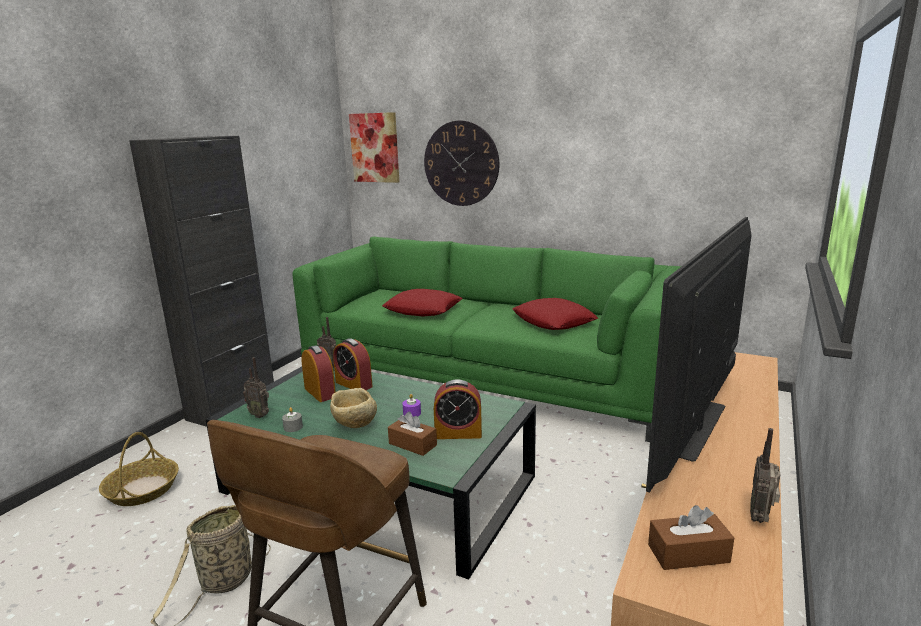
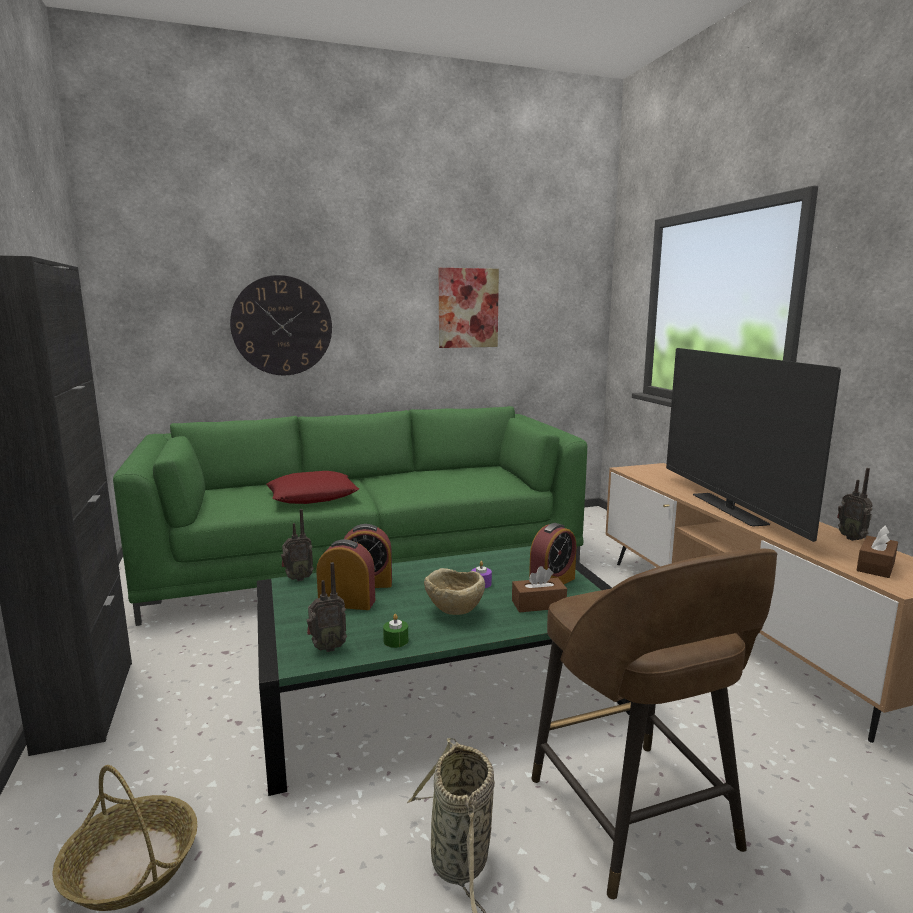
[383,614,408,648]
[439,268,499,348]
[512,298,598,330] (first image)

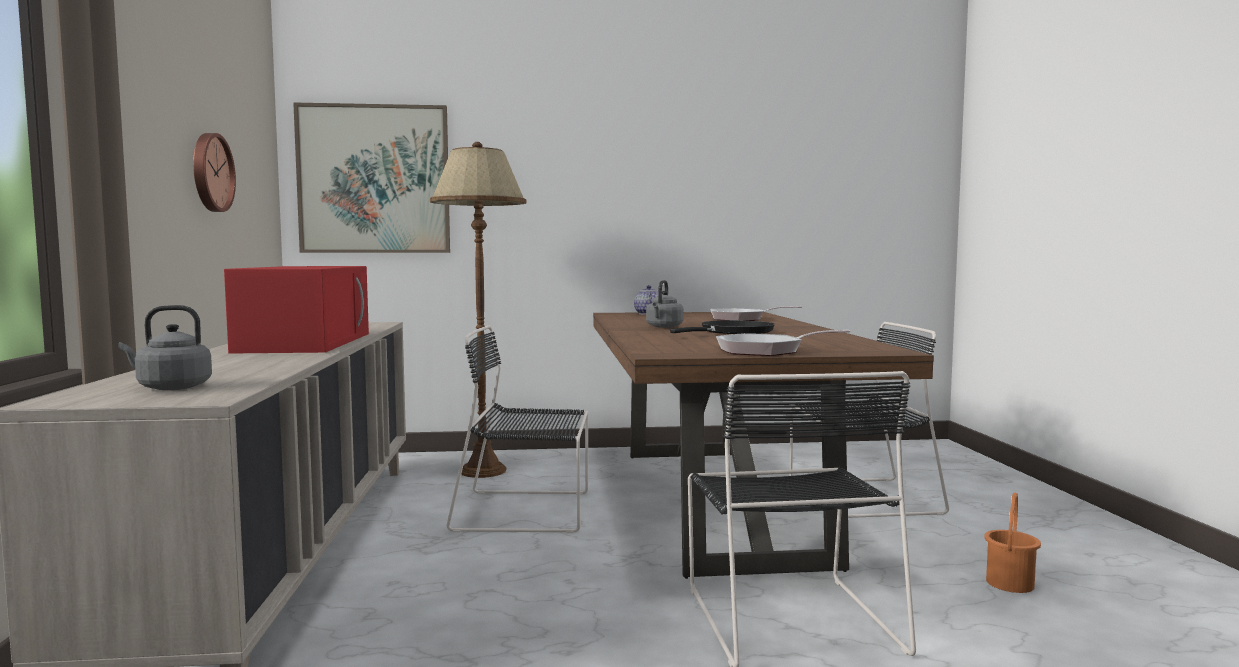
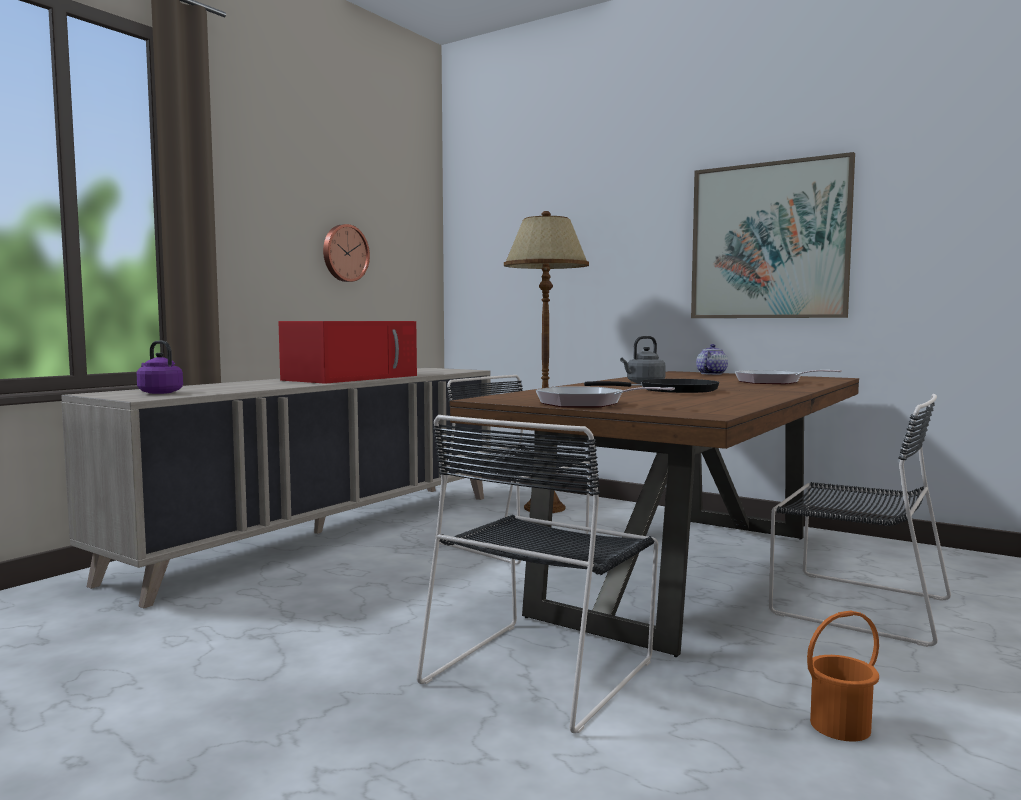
[136,341,183,394]
[691,152,855,318]

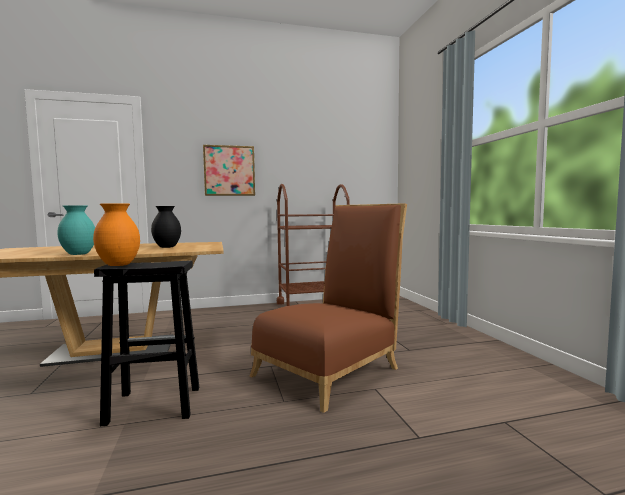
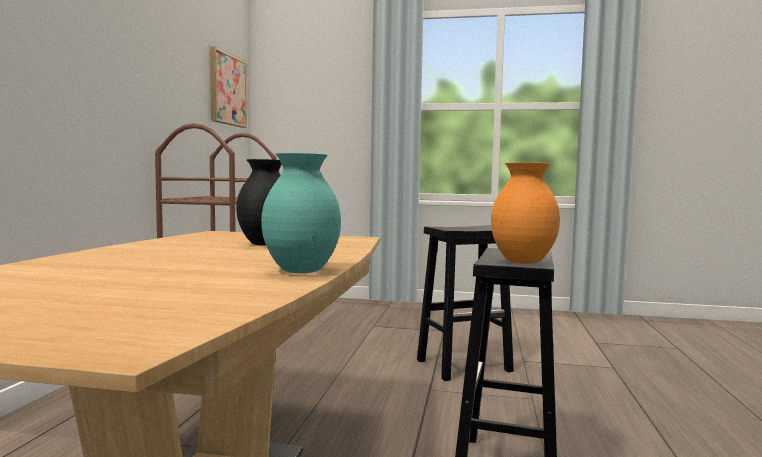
[210,46,247,128]
[417,225,514,381]

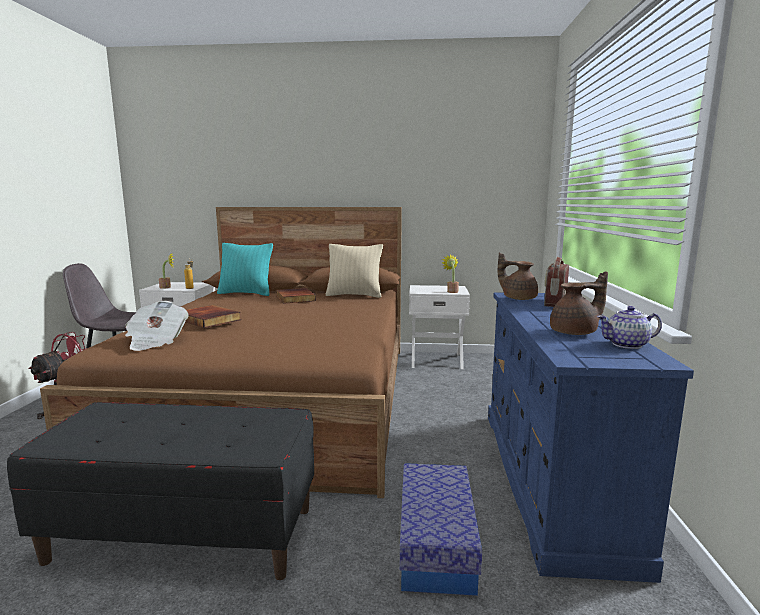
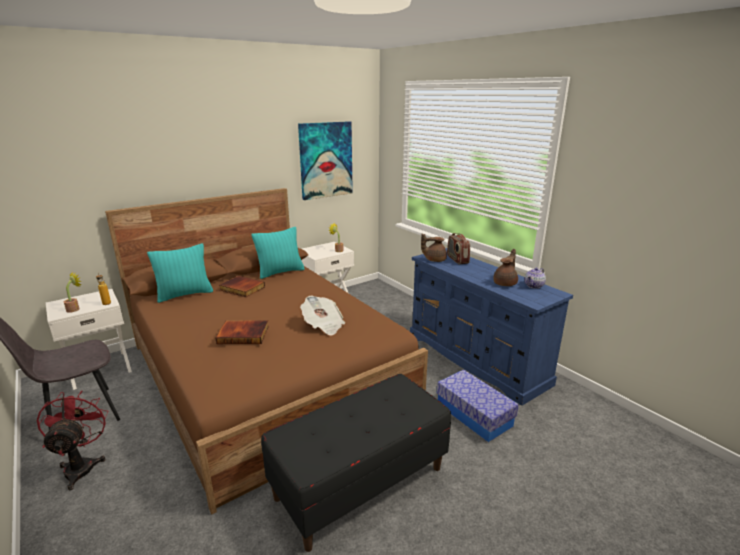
[300,296,345,336]
[251,227,305,279]
[298,121,353,200]

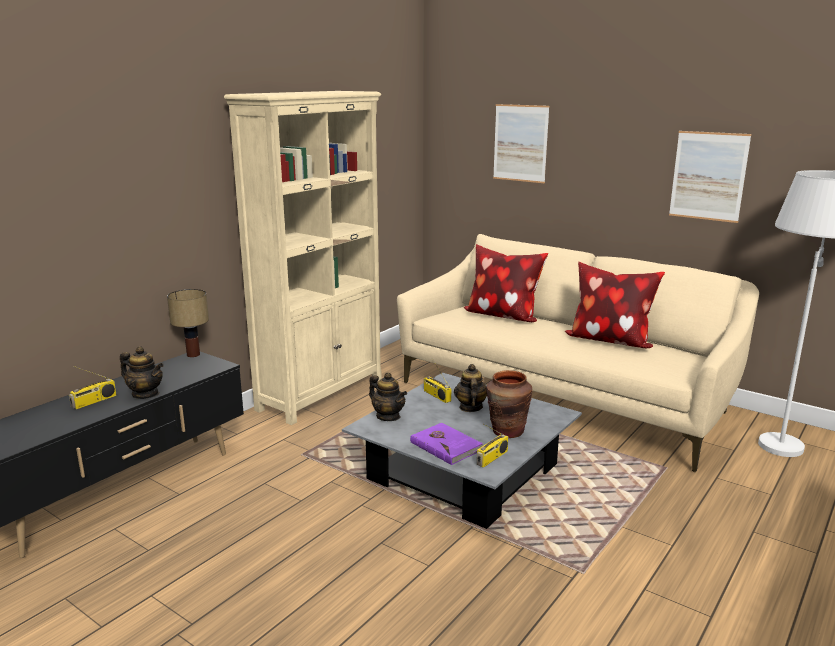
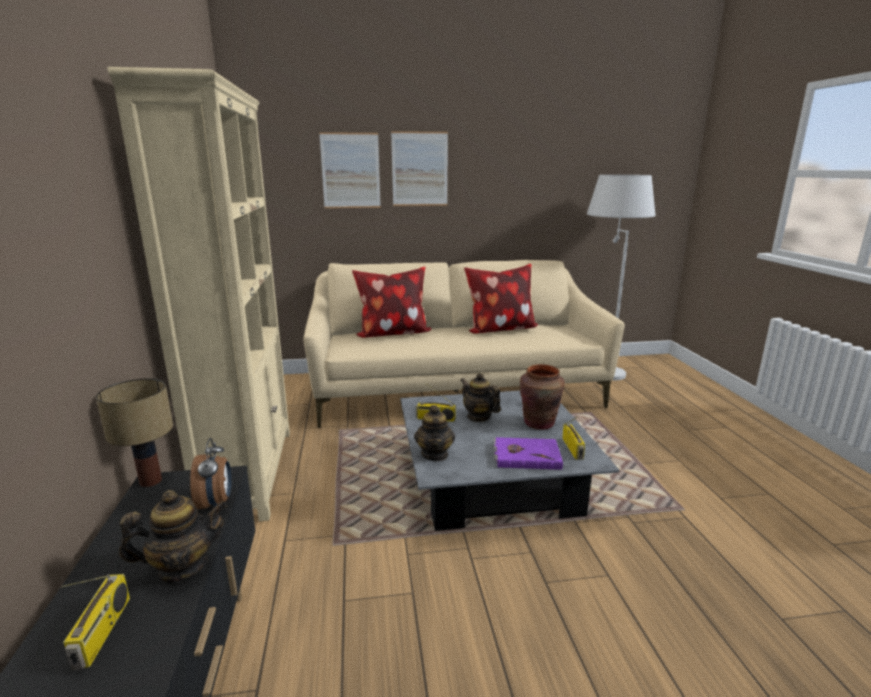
[414,405,455,461]
[391,131,448,206]
[190,438,231,509]

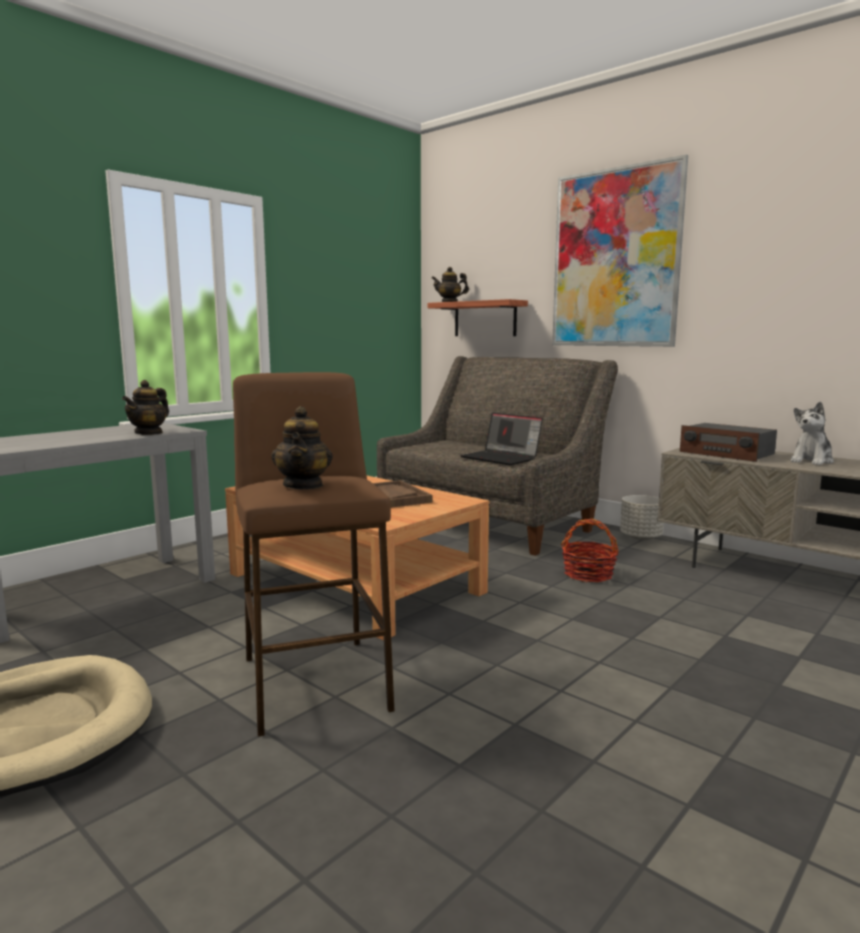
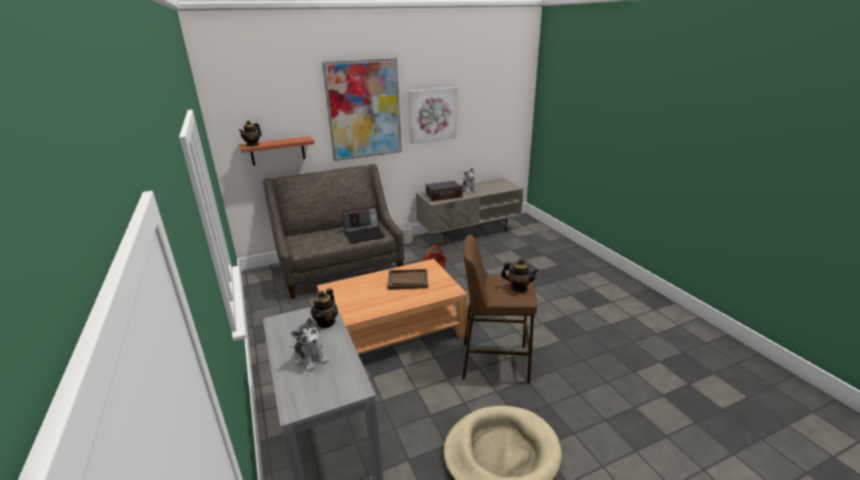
[311,288,338,328]
[291,318,329,372]
[408,87,457,144]

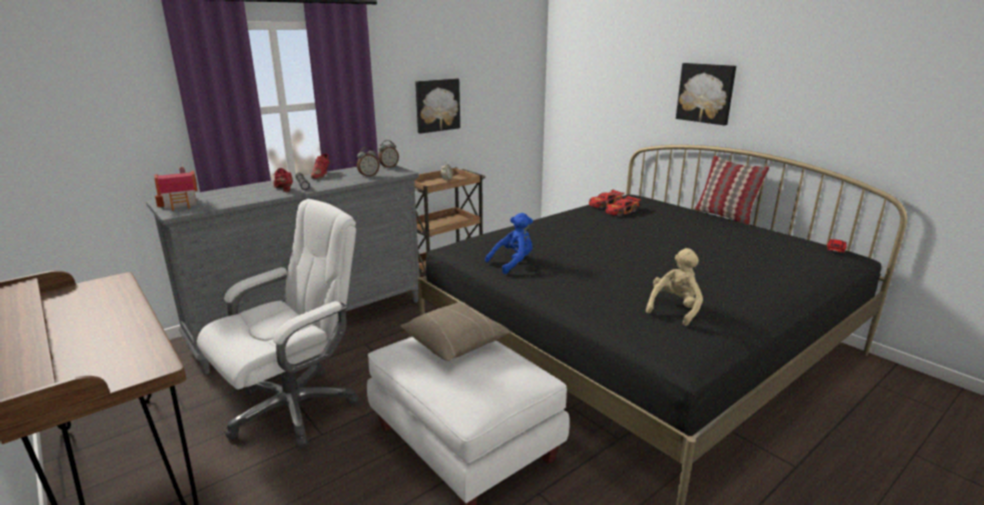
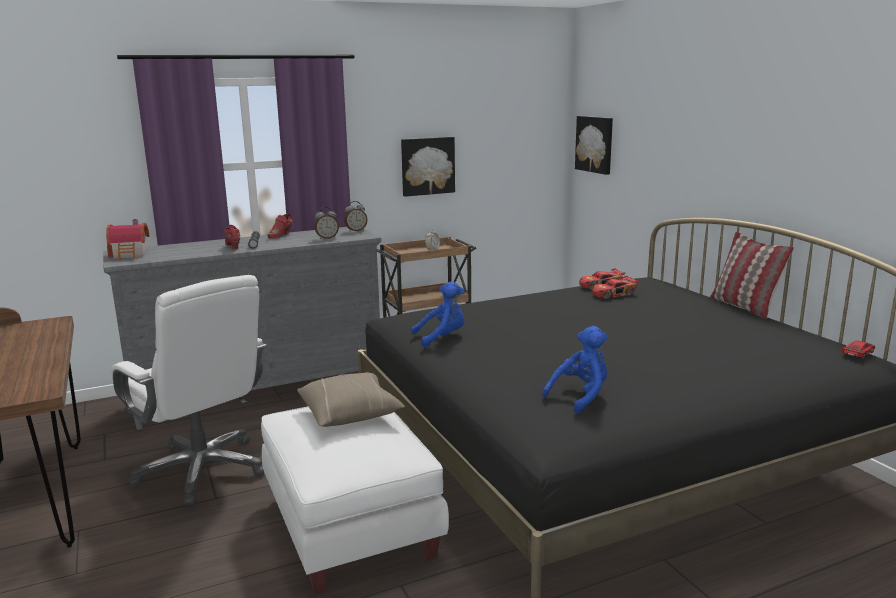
[111,275,267,506]
[542,326,608,414]
[575,116,613,175]

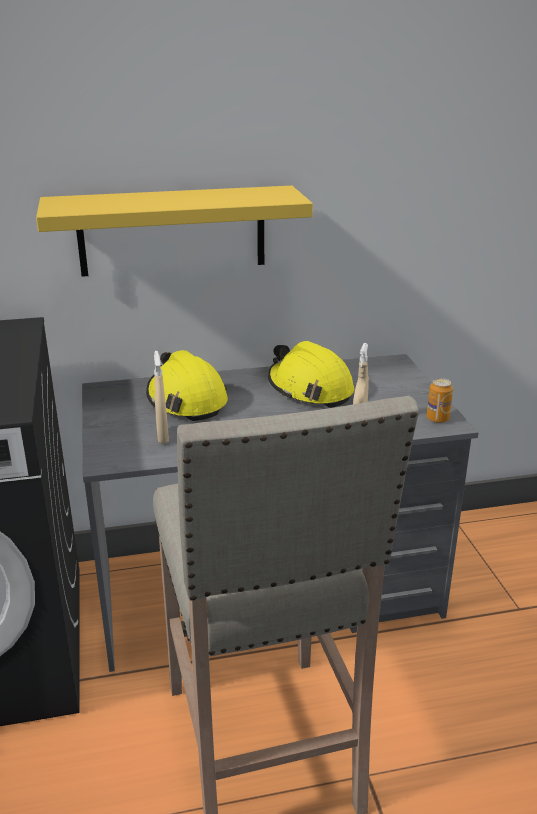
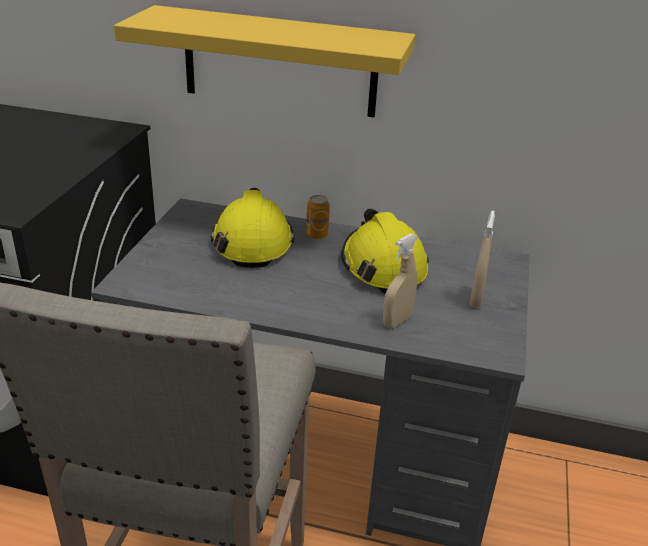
[469,210,495,308]
[306,195,330,239]

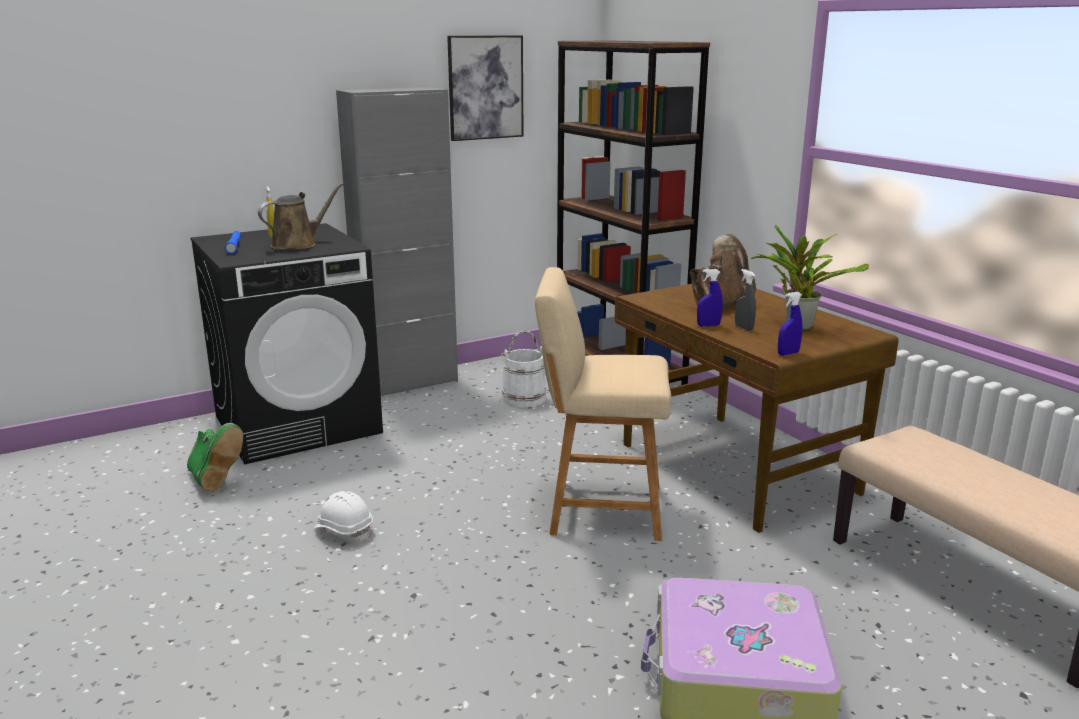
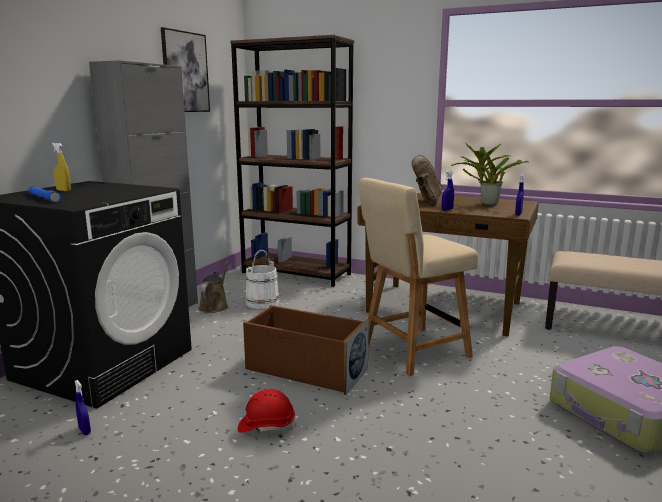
[74,380,91,435]
[199,261,229,313]
[238,389,296,433]
[735,269,756,331] (first image)
[243,305,369,395]

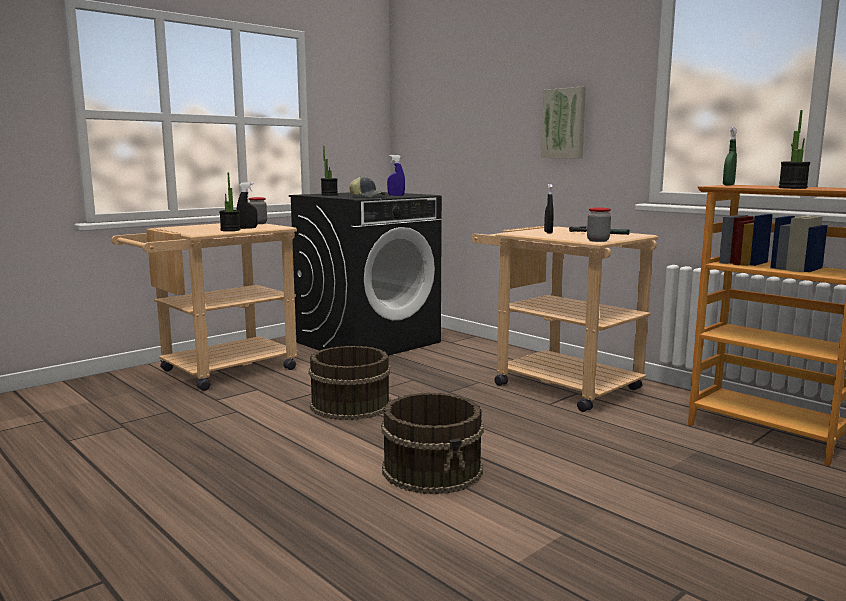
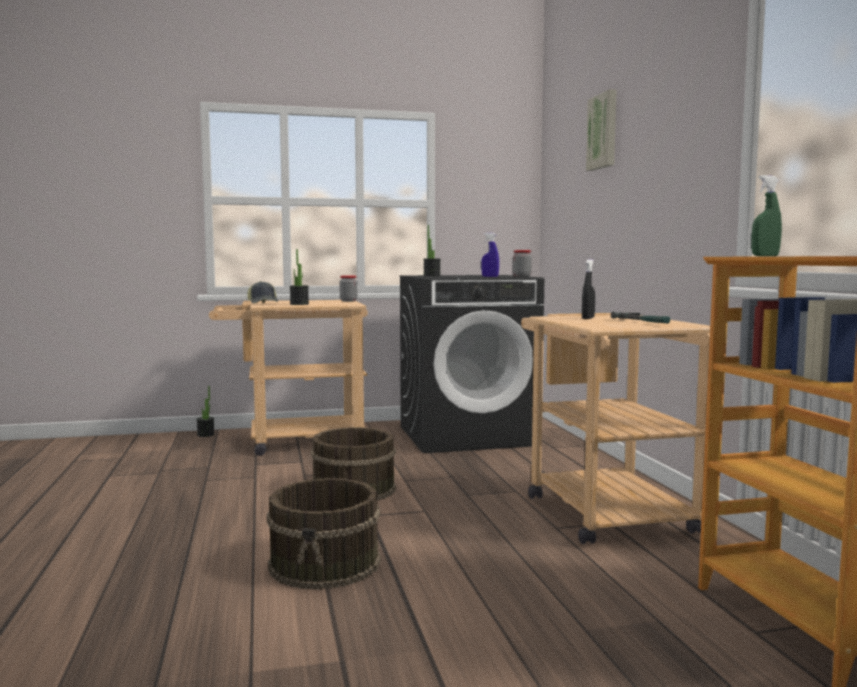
[237,182,257,229] (first image)
[247,281,278,303]
[586,89,617,171]
[513,250,532,277]
[196,386,215,437]

